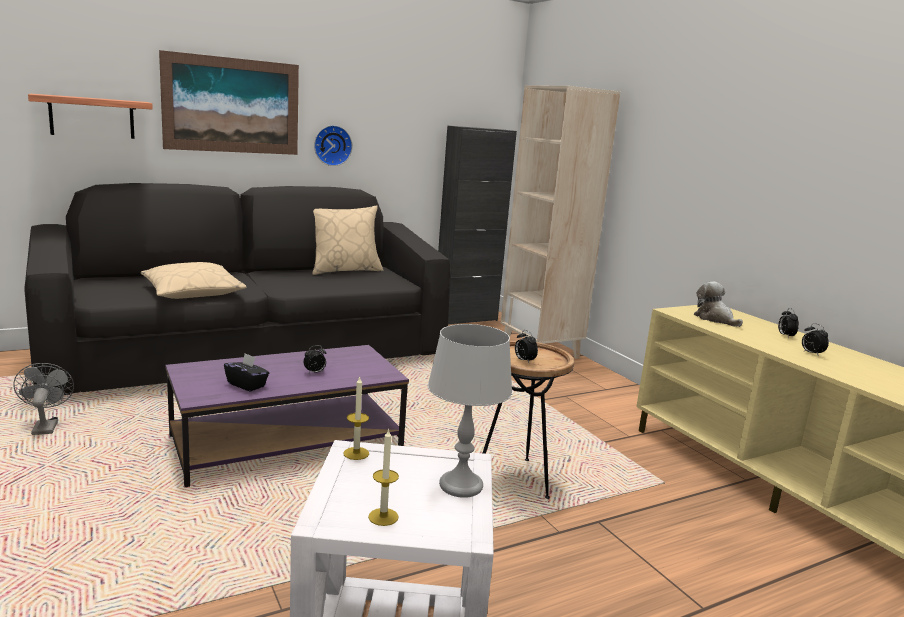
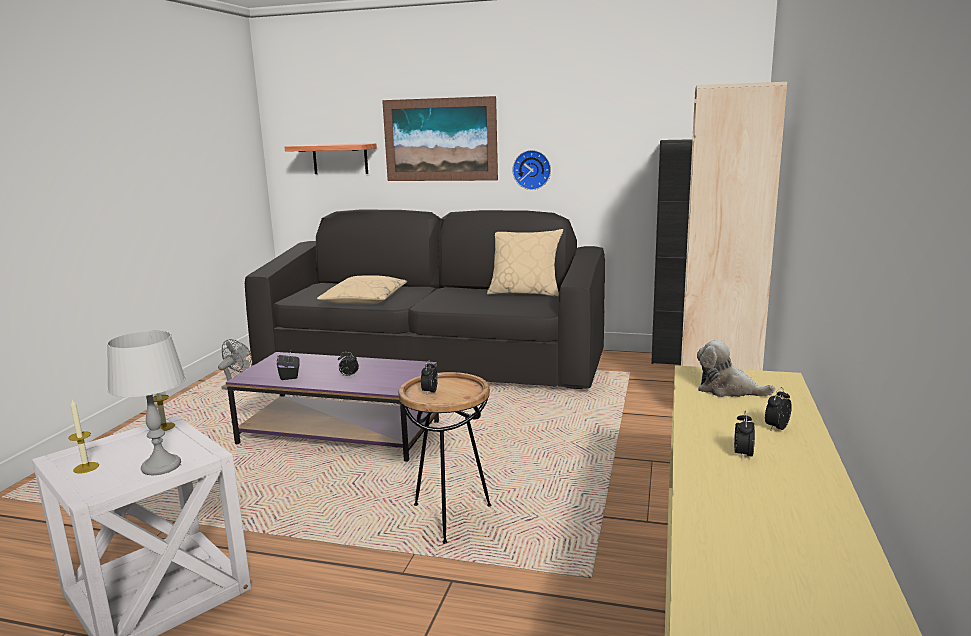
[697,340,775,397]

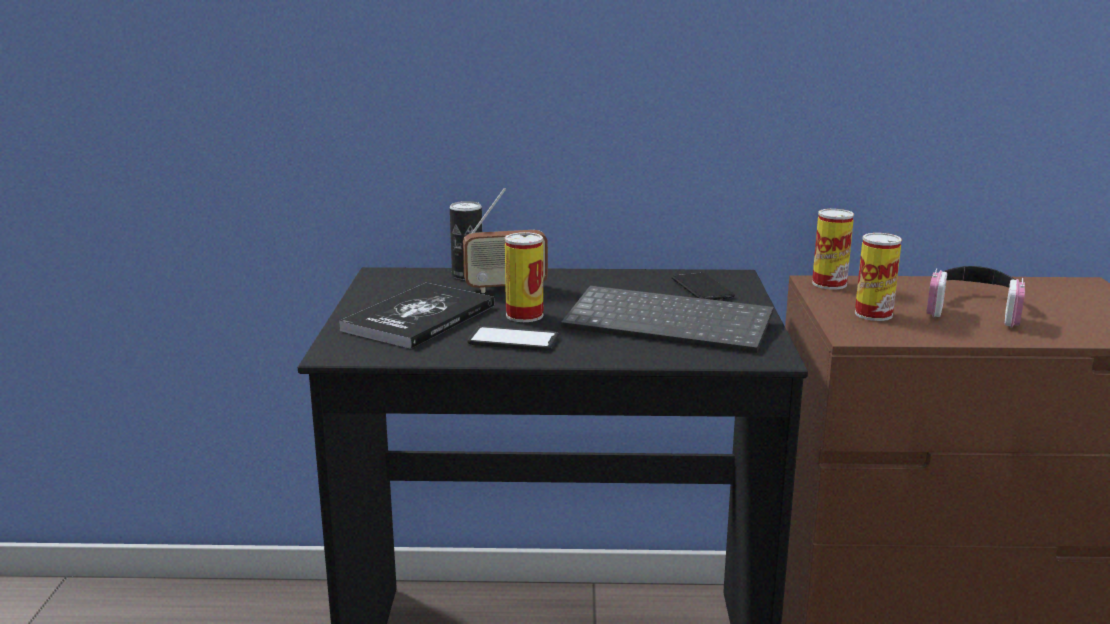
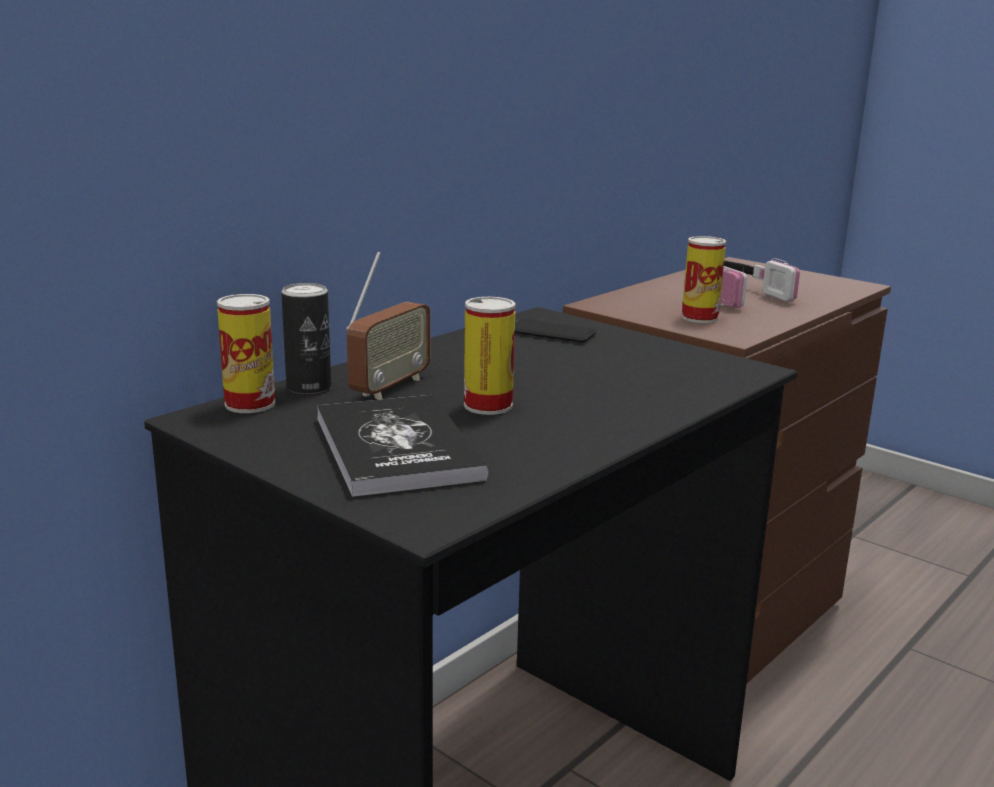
[467,326,559,351] (first image)
[561,286,774,353] (first image)
[217,294,275,413]

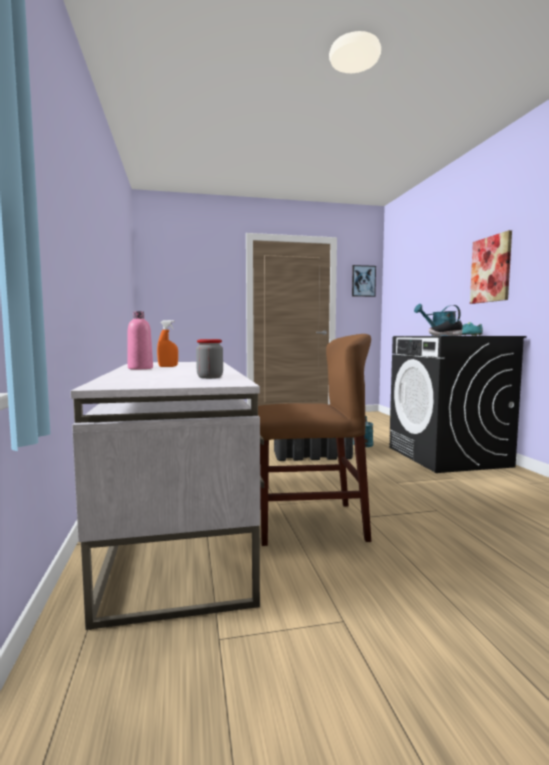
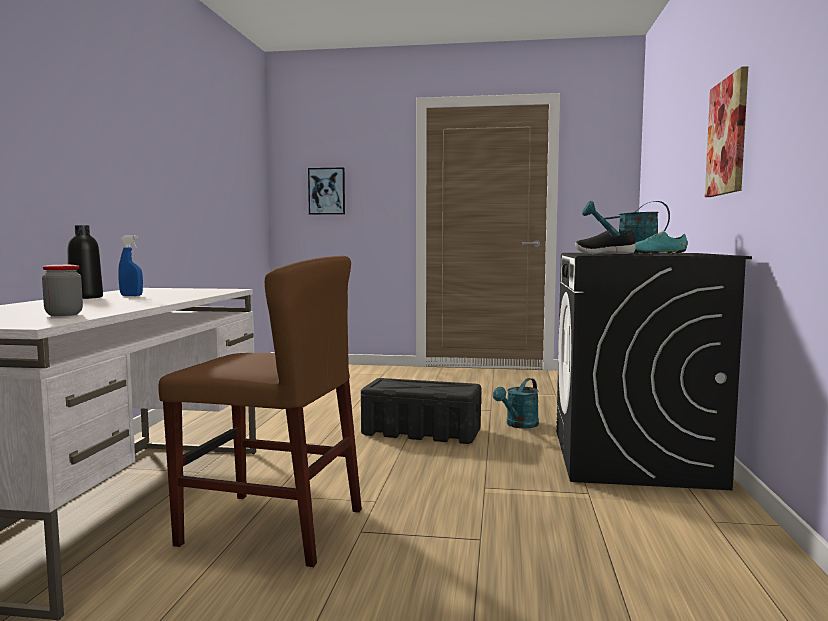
[67,225,103,299]
[118,235,143,296]
[308,167,345,215]

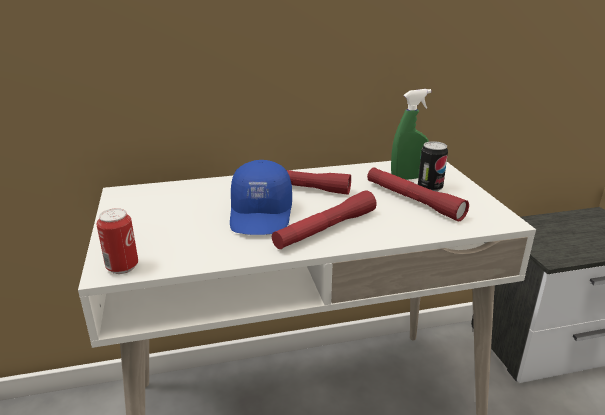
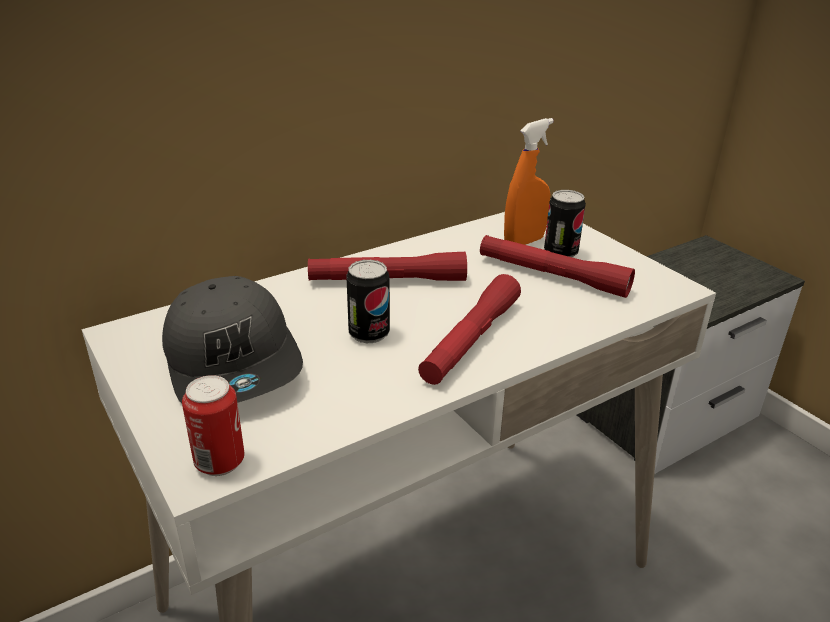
[346,260,390,343]
[504,118,554,245]
[162,276,303,403]

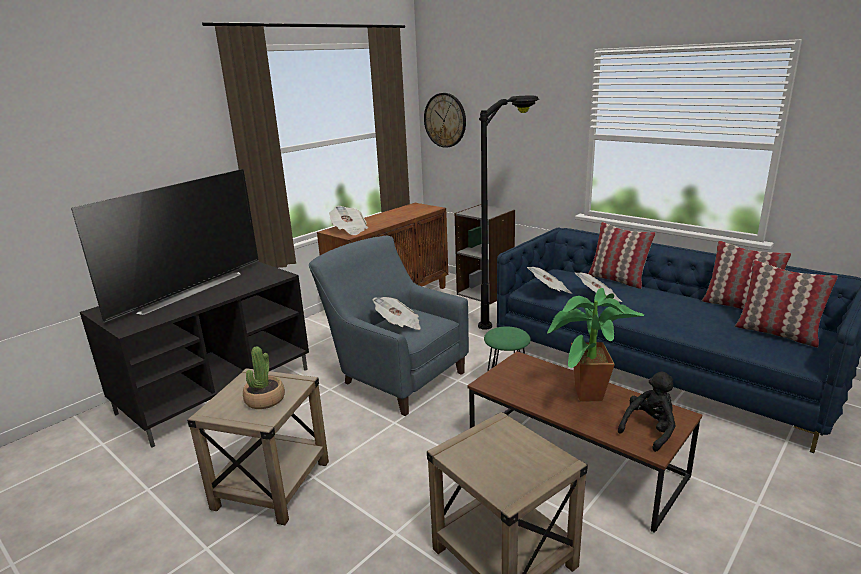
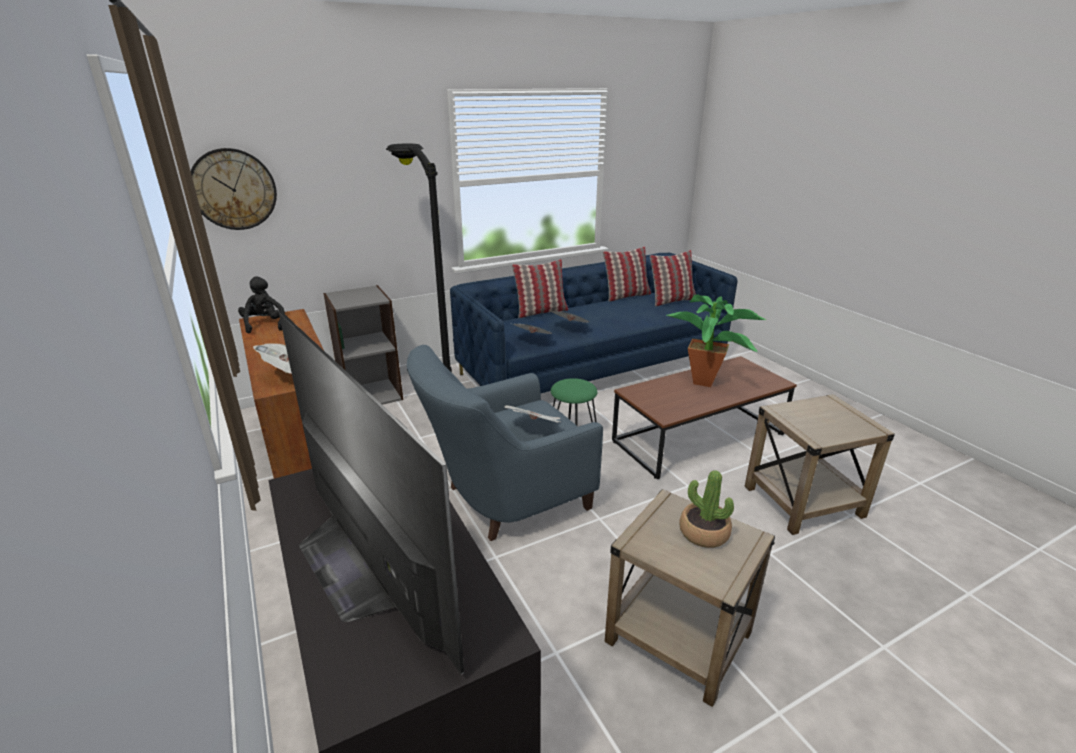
[238,276,285,333]

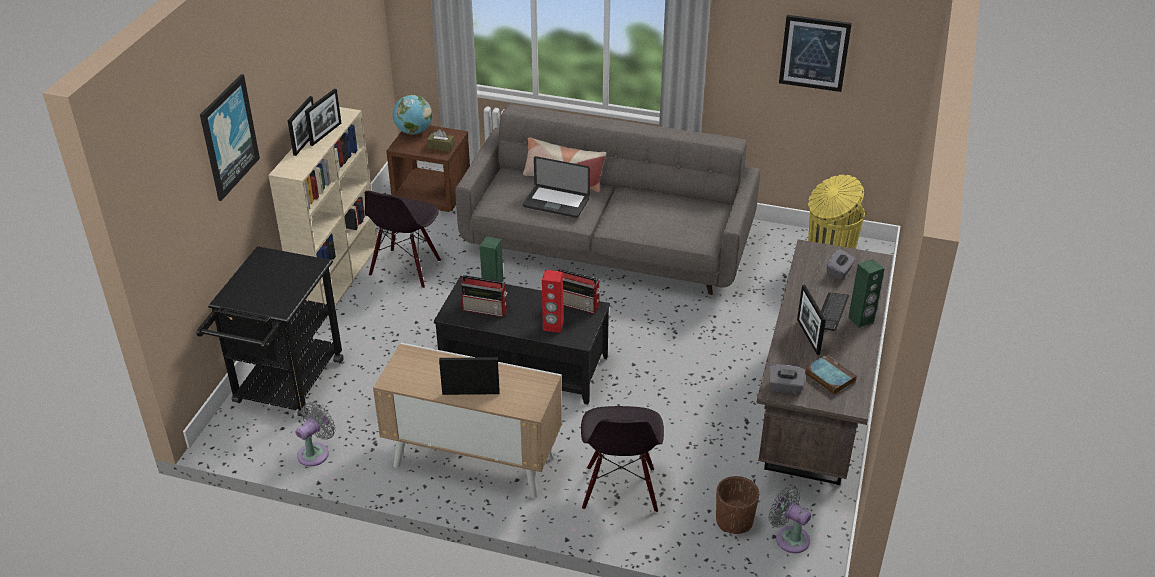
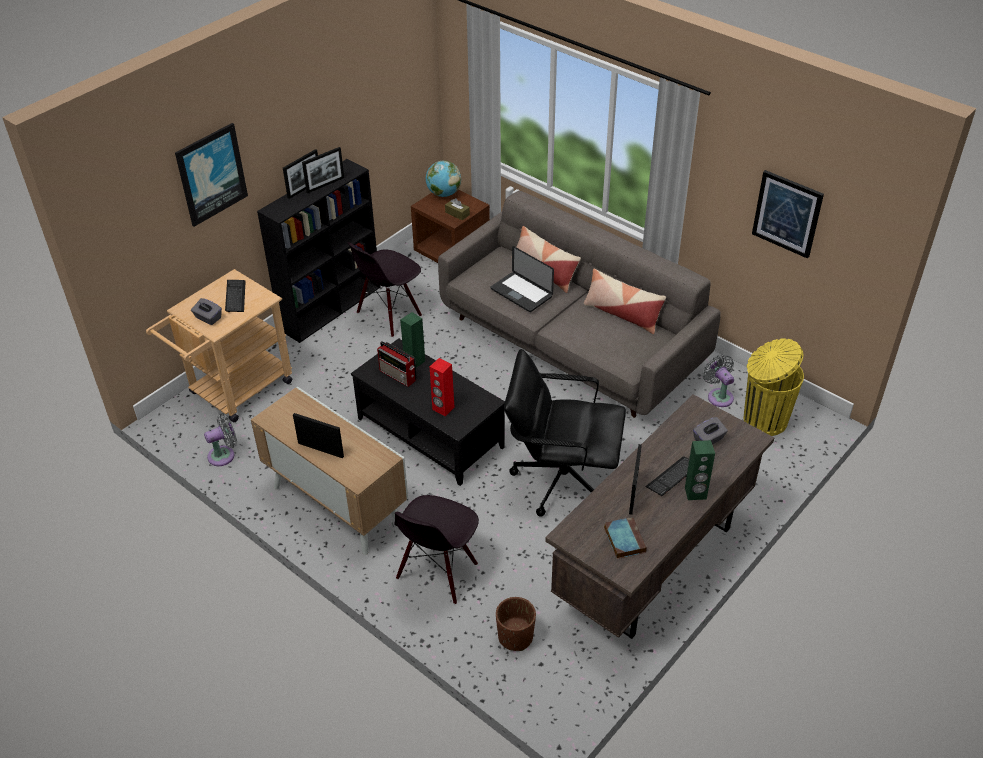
[146,269,292,422]
[257,159,381,343]
[557,269,601,314] (first image)
[191,298,222,325]
[703,355,734,407]
[225,280,246,312]
[504,349,626,517]
[584,269,666,334]

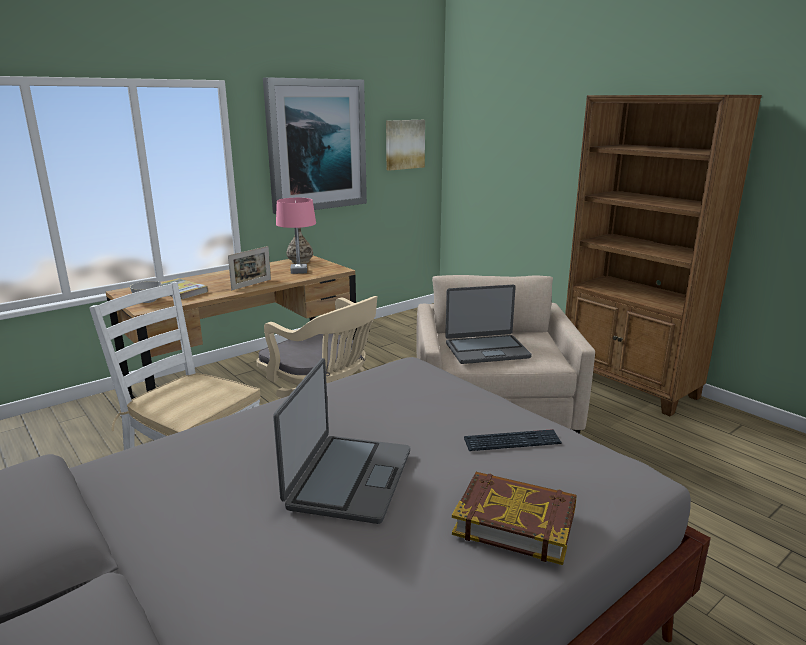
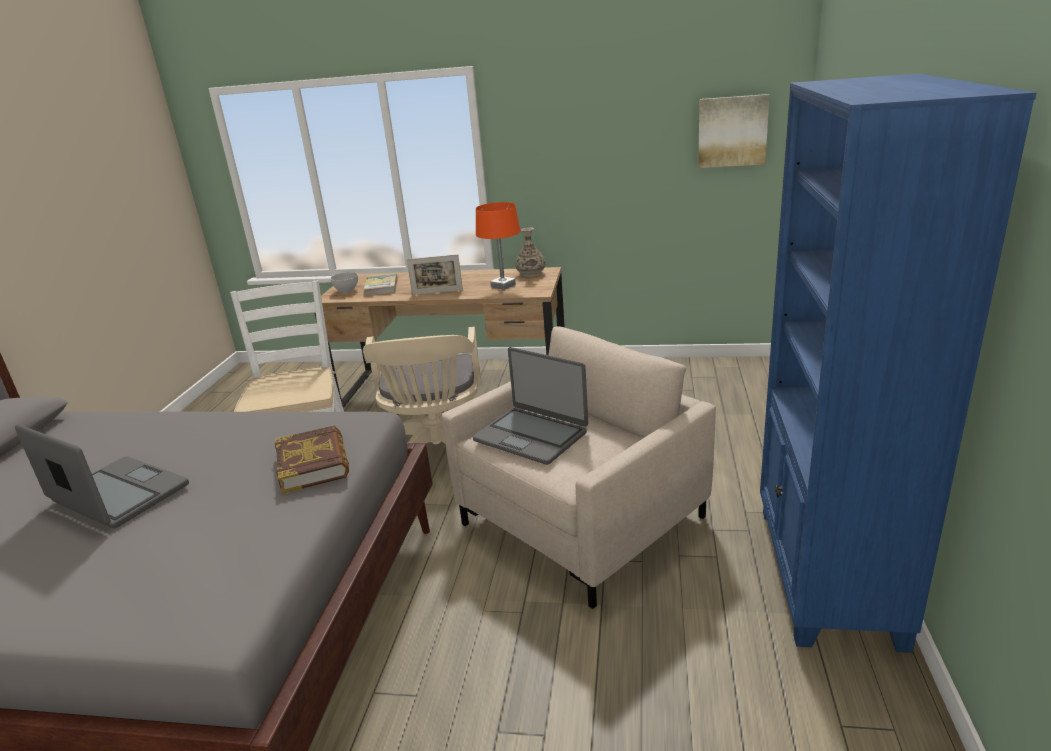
[263,77,367,214] (first image)
[15,424,189,528]
[476,202,520,290]
[275,425,349,494]
[464,429,562,451] (first image)
[760,73,1036,653]

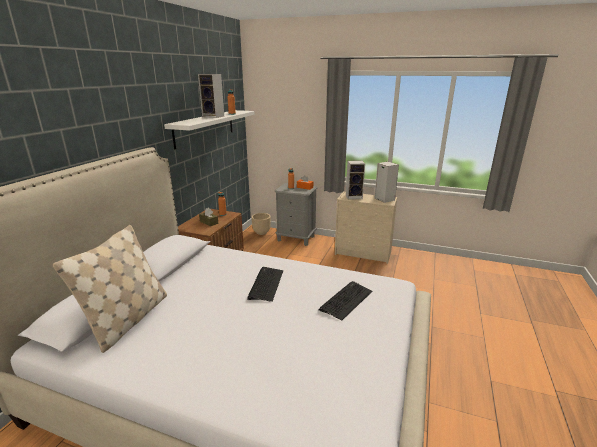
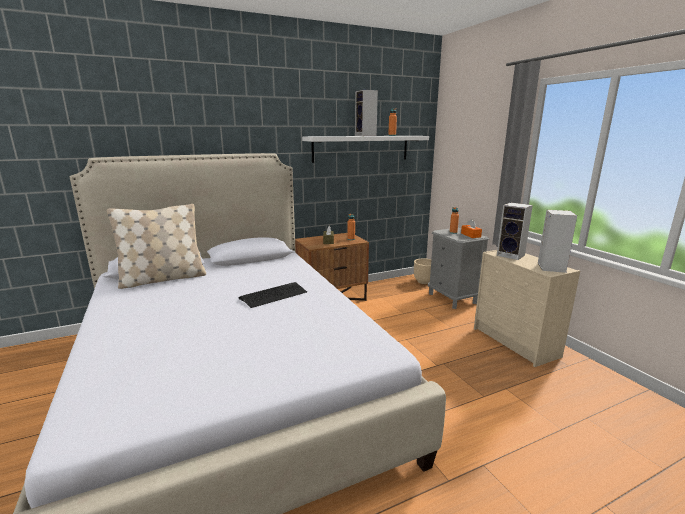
[319,281,372,321] (first image)

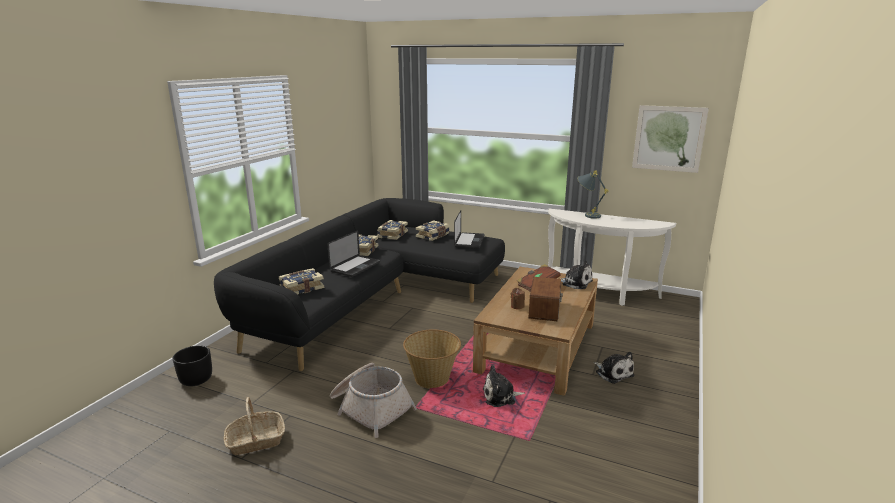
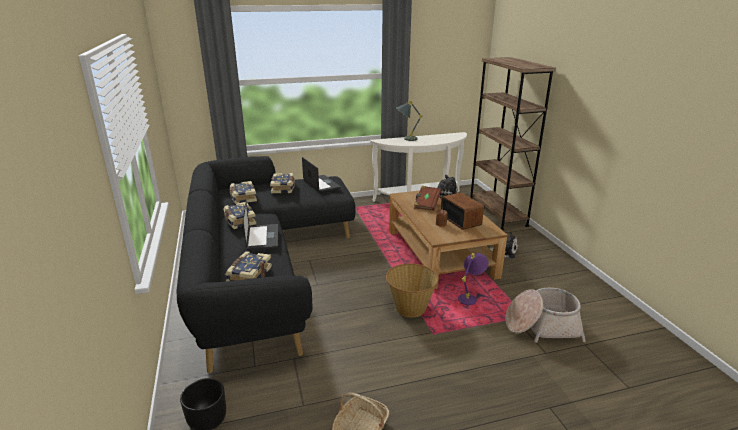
[505,288,585,343]
[458,253,488,305]
[632,105,709,173] (first image)
[470,57,556,231]

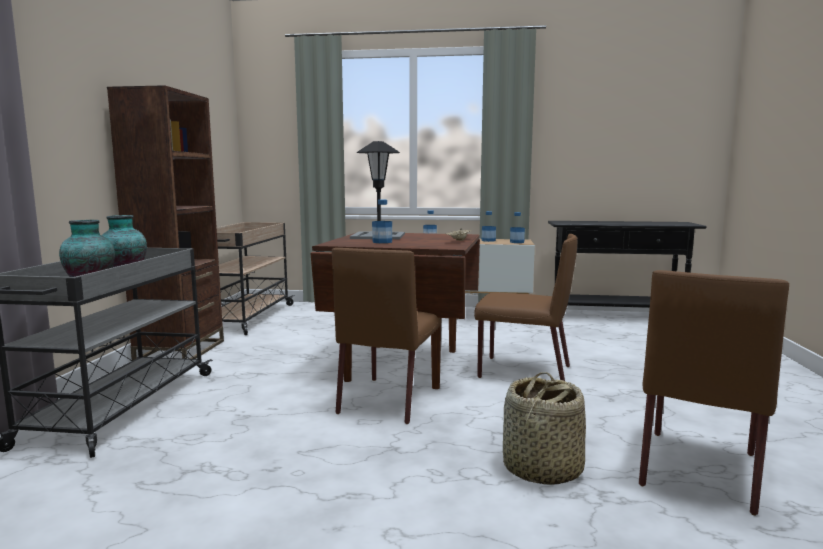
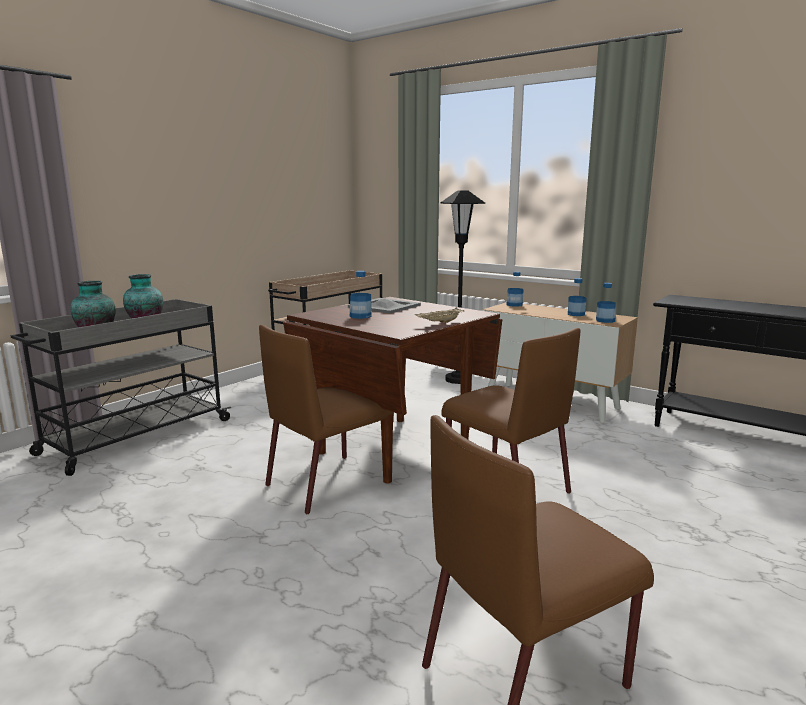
[107,85,224,361] (first image)
[503,372,586,485] (first image)

